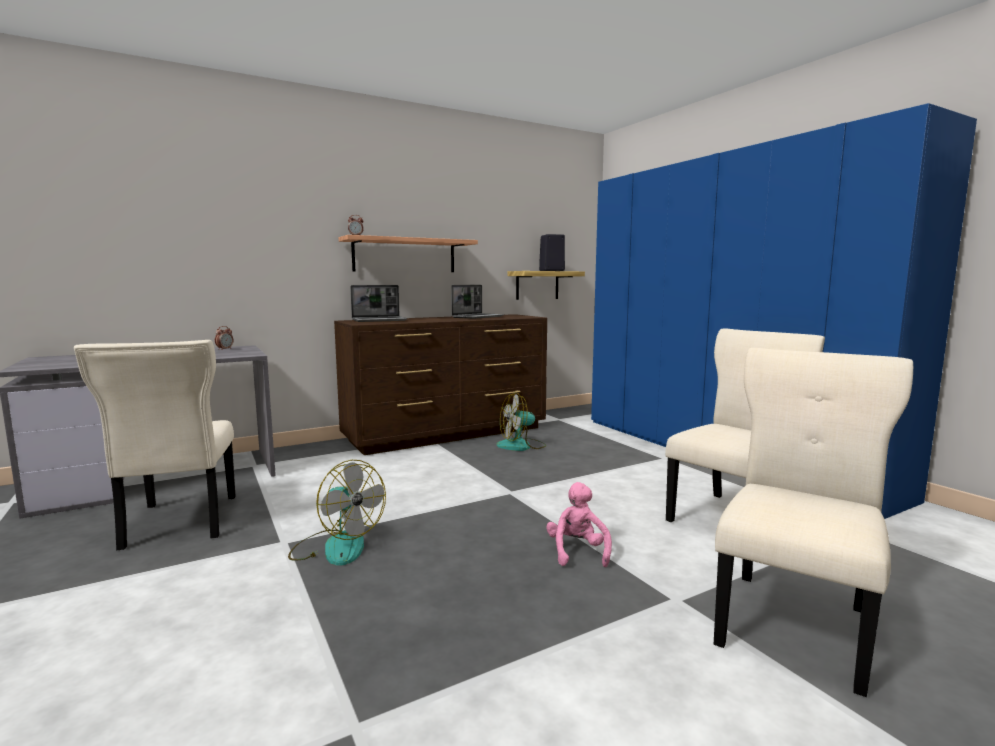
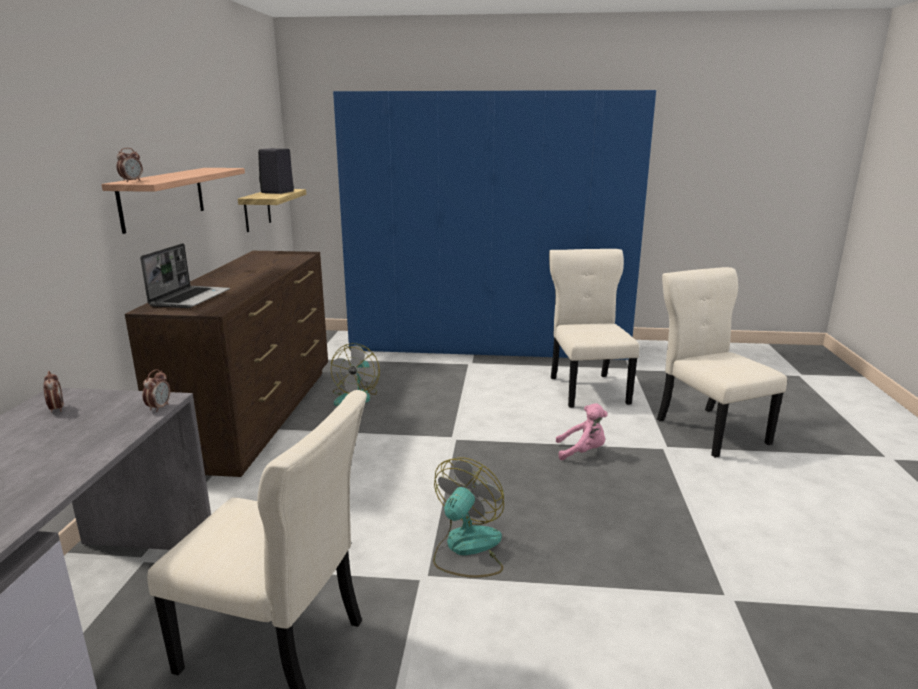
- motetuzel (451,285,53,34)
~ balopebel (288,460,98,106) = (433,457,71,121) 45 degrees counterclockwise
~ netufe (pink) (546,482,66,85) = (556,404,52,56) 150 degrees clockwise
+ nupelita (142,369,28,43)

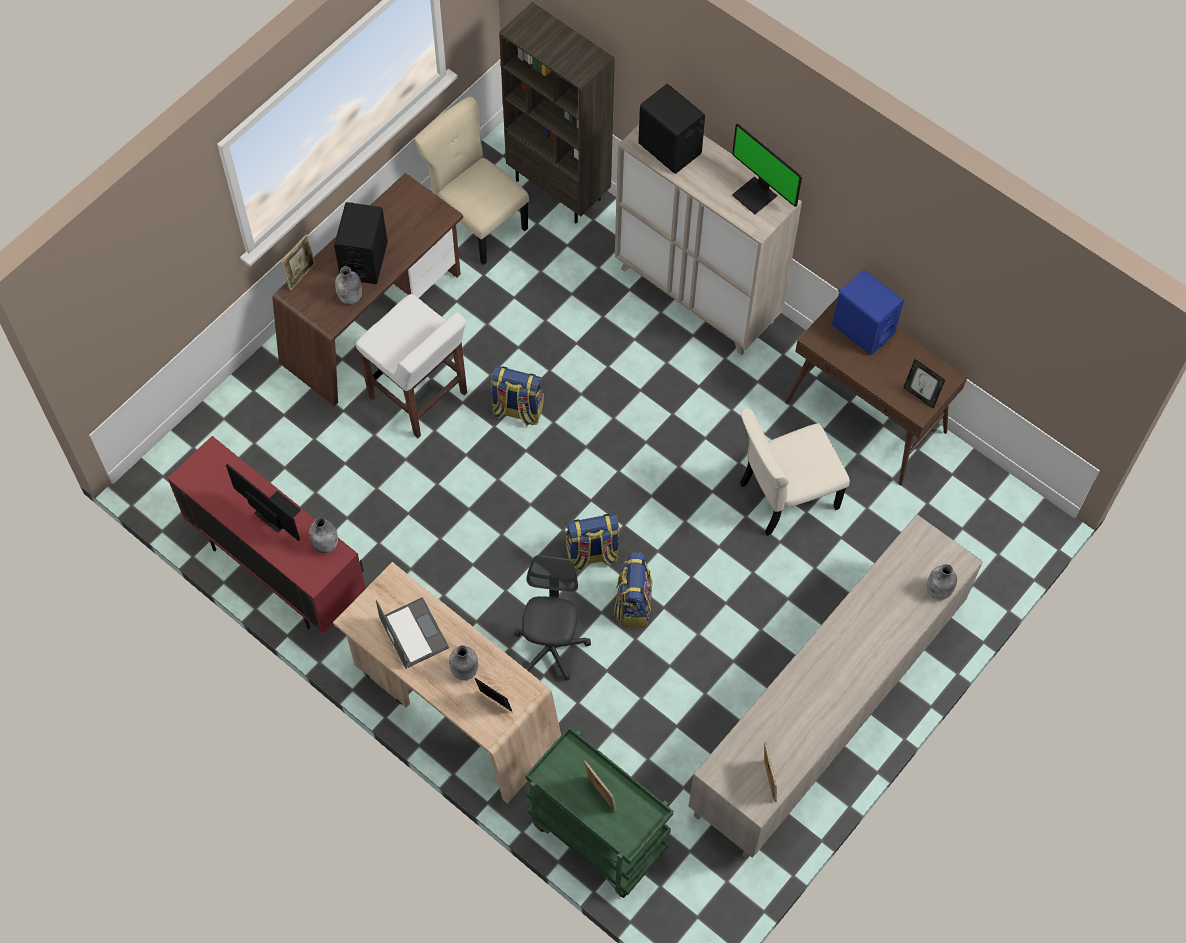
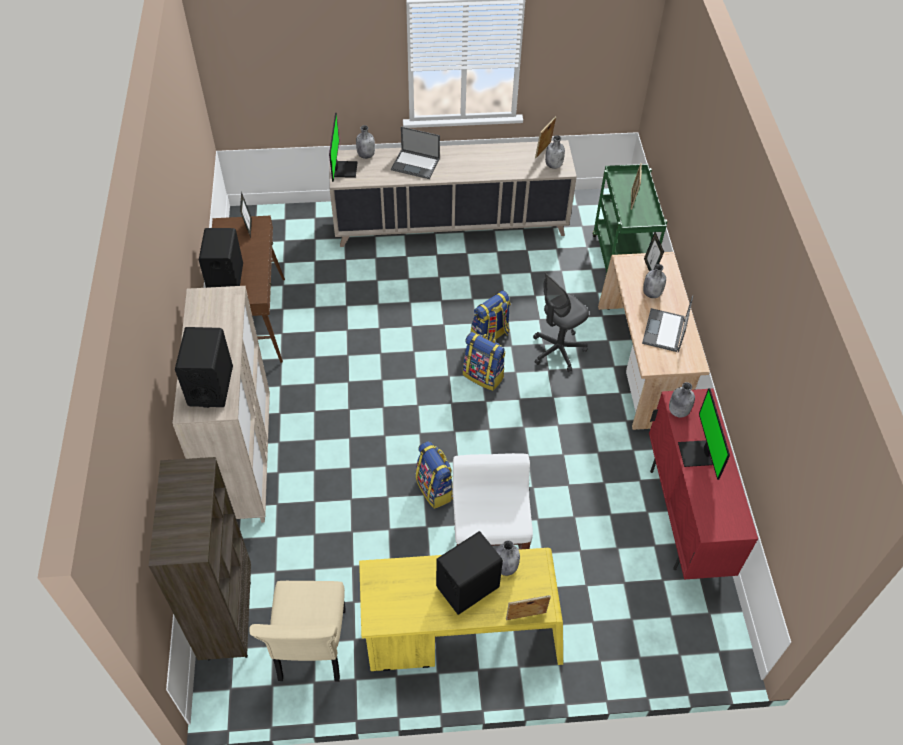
~ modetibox (732,124,70,90) to (329,113,29,69)
~ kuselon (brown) (272,173,191,233) to kuselon (yellow) (359,548,204,123)
~ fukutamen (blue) (832,269,72,86) to fukutamen (black) (199,228,44,60)
- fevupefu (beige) (740,408,110,128)
+ motetuzel (391,127,49,52)
+ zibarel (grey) (545,135,20,34)

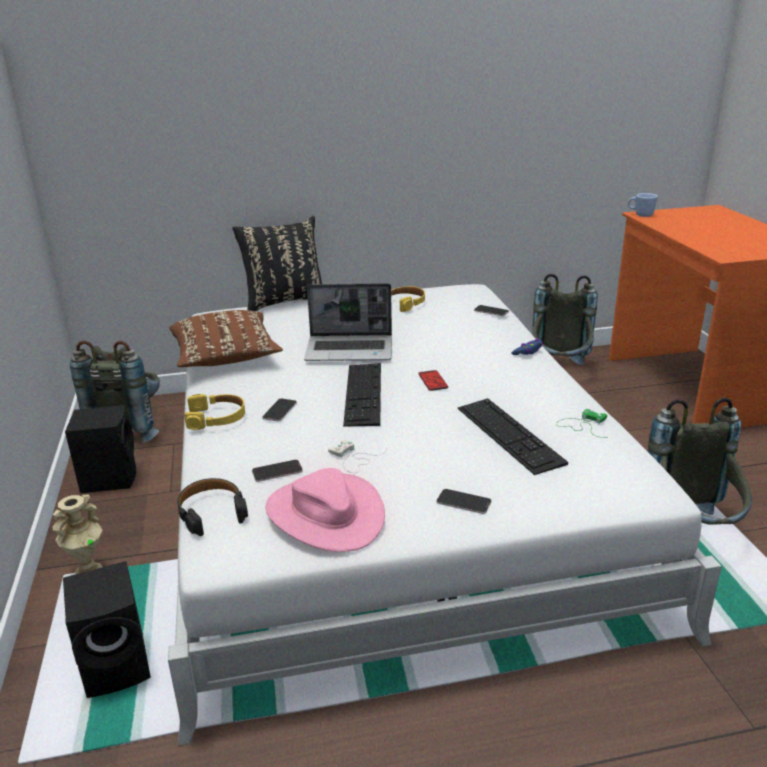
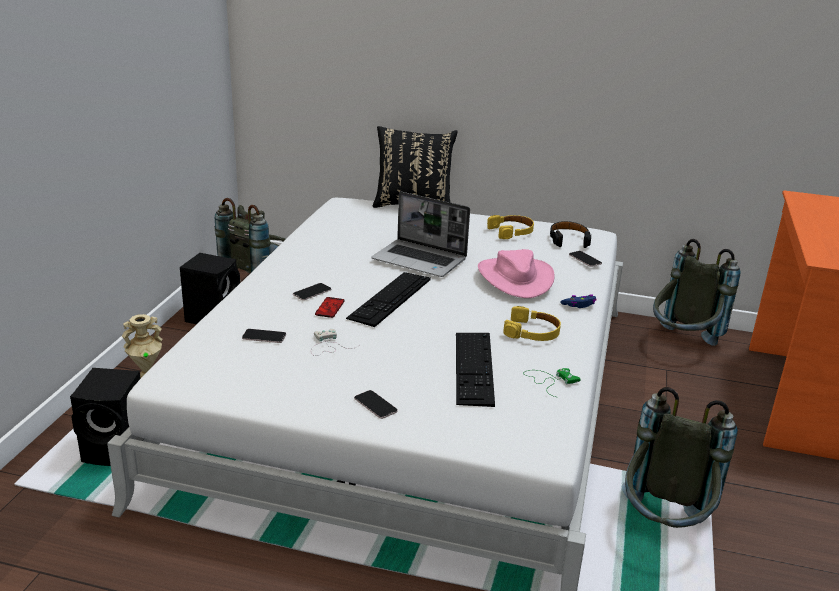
- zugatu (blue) (628,193,30,24)
- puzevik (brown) (169,310,114,57)
~ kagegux (418,370,30,21) to (315,297,30,21)
~ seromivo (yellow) (184,394,61,36) to (504,306,57,35)
~ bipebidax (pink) (266,468,119,84) to (478,249,77,49)
~ seromivo (black) (177,478,71,58) to (550,221,41,27)

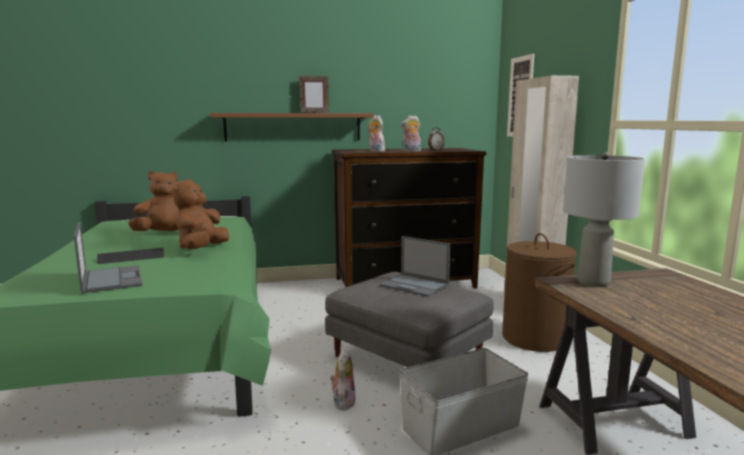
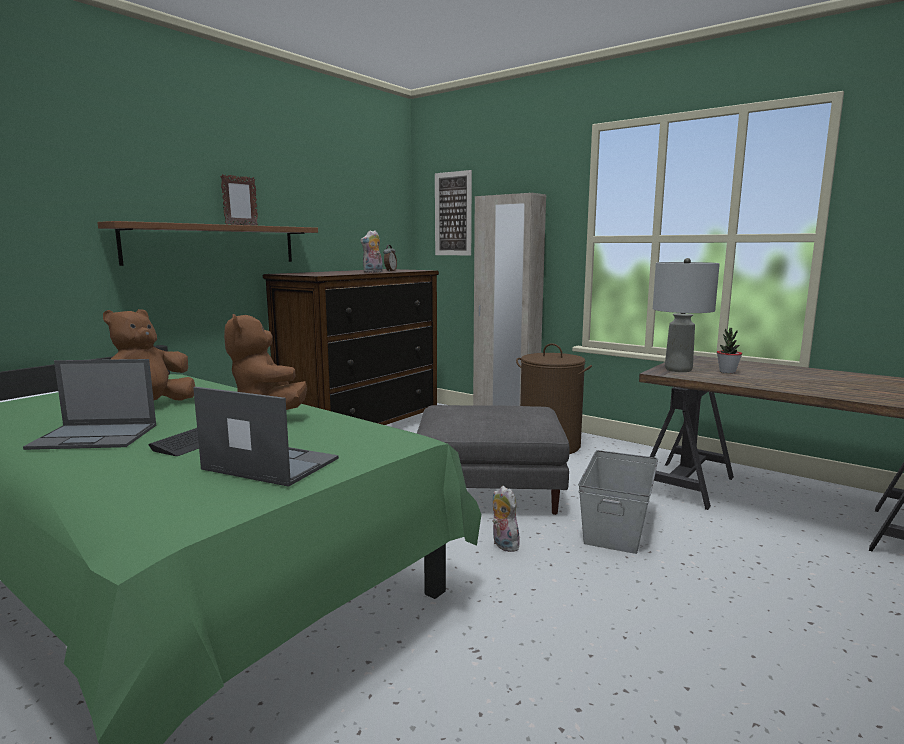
- netufe (368,115,17,37)
~ motetuzel (380,236,70,61) to (23,359,133,91)
+ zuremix (717,328,25,46)

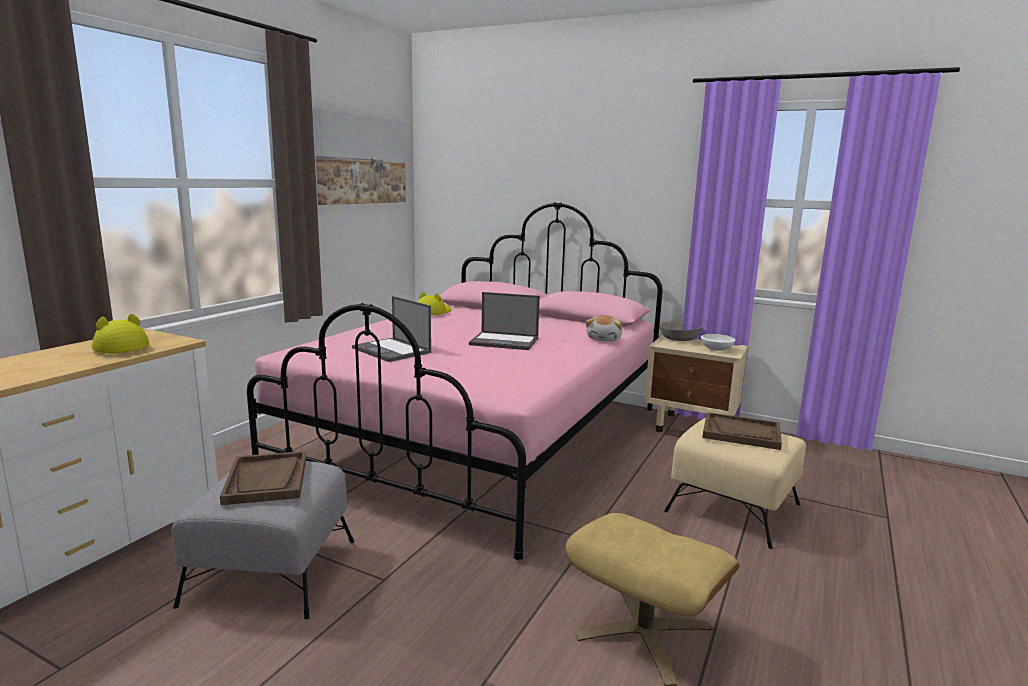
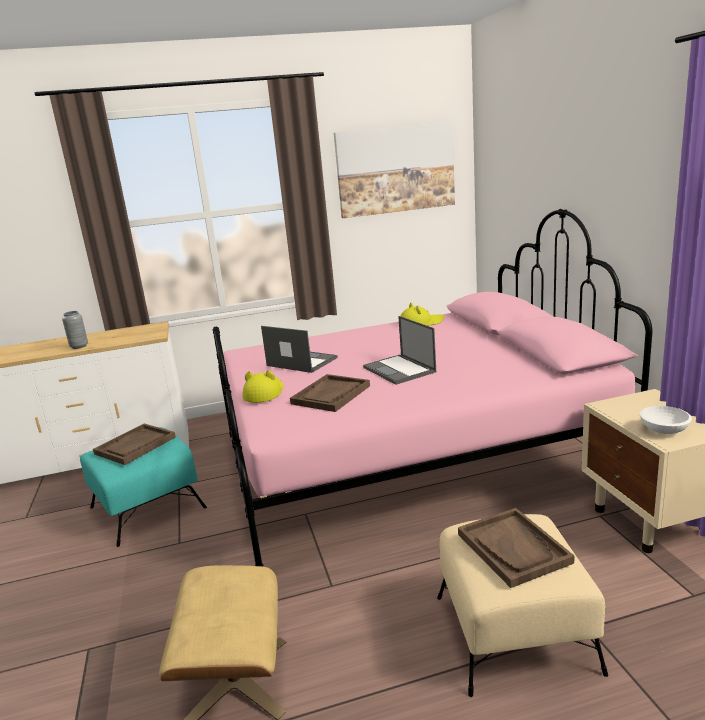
~ motetuzel (352,296,79,66) = (261,326,77,47) 120 degrees clockwise
~ bipebidax (yellow) (91,314,58,39) to (243,370,40,33)
- netufe (586,315,36,27)
- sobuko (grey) (659,321,43,20)
~ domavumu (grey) (172,461,182,159) to domavumu (turquoise) (80,427,127,120)
+ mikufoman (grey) (62,311,26,38)
+ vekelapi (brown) (290,374,80,38)

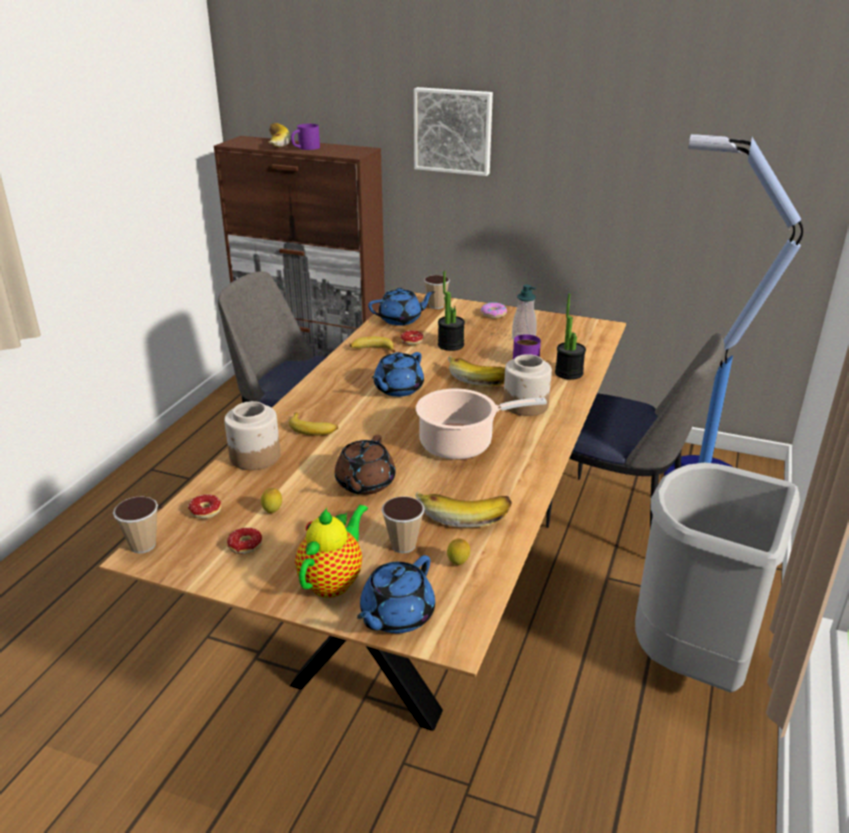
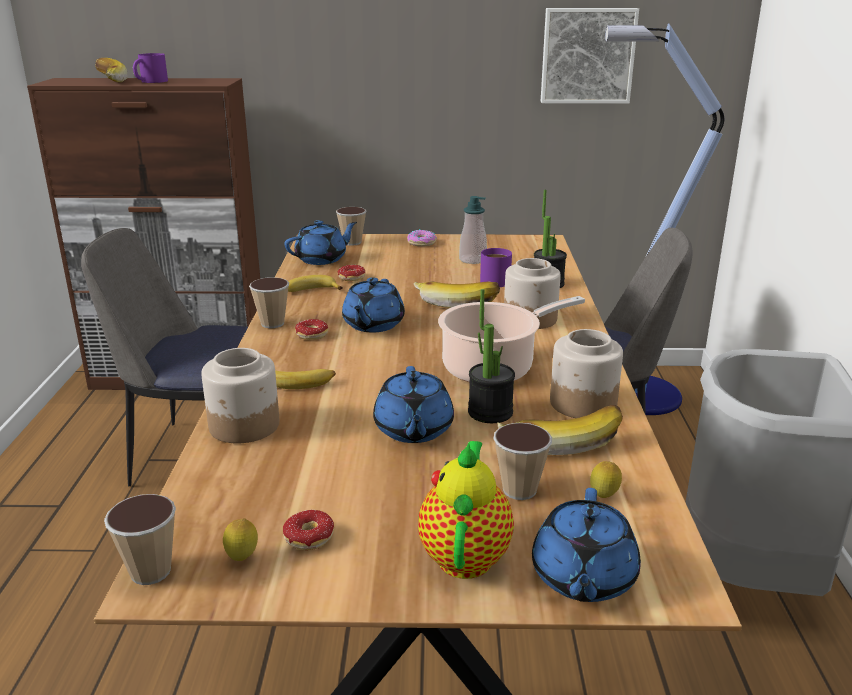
~ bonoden (414,87,79,89) to (541,8,98,96)
~ zuremix (438,271,27,80) to (468,289,47,134)
~ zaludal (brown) (335,435,60,60) to zaludal (blue) (373,366,81,77)
~ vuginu (261,488,21,25) to (223,518,35,43)
~ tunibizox (188,494,34,25) to (295,319,34,21)
+ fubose (249,277,40,51)
+ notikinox (550,329,73,89)

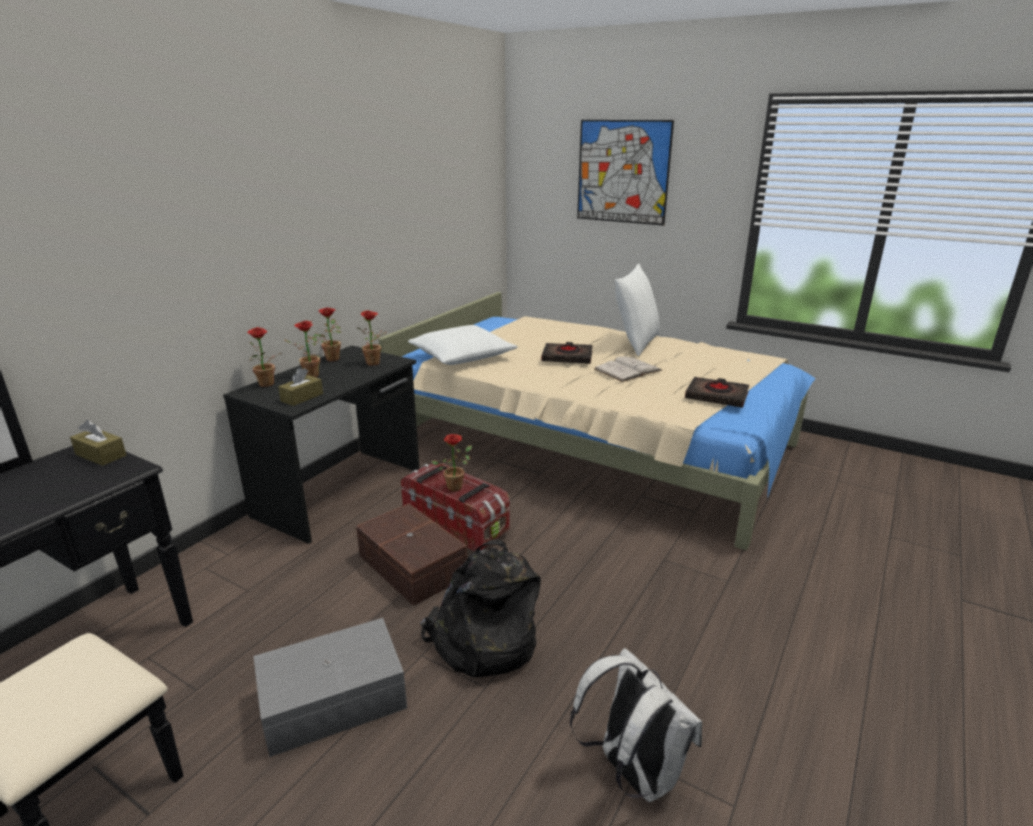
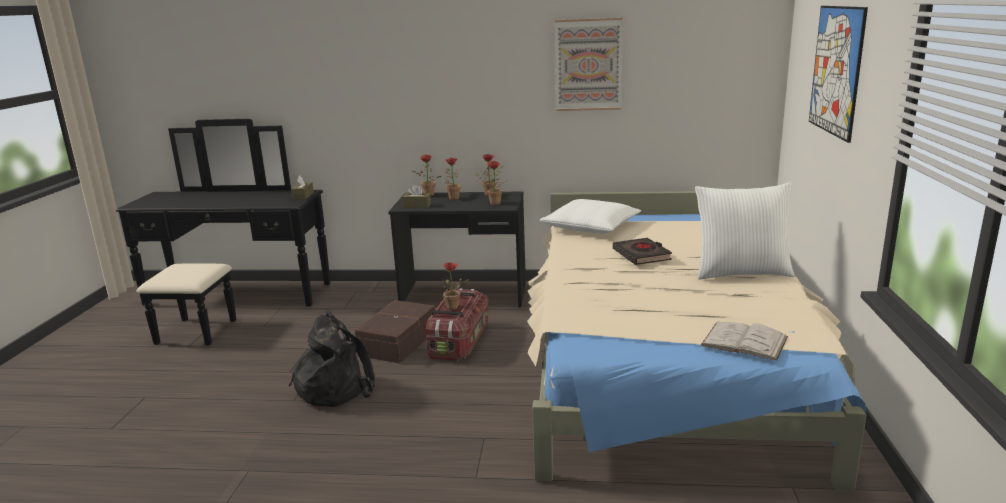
~ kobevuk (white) (594,356,69,26) to (701,322,87,39)
- kobevuk (black) (685,377,64,31)
- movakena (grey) (253,618,154,139)
- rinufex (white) (570,648,132,154)
+ bonoden (555,18,68,93)

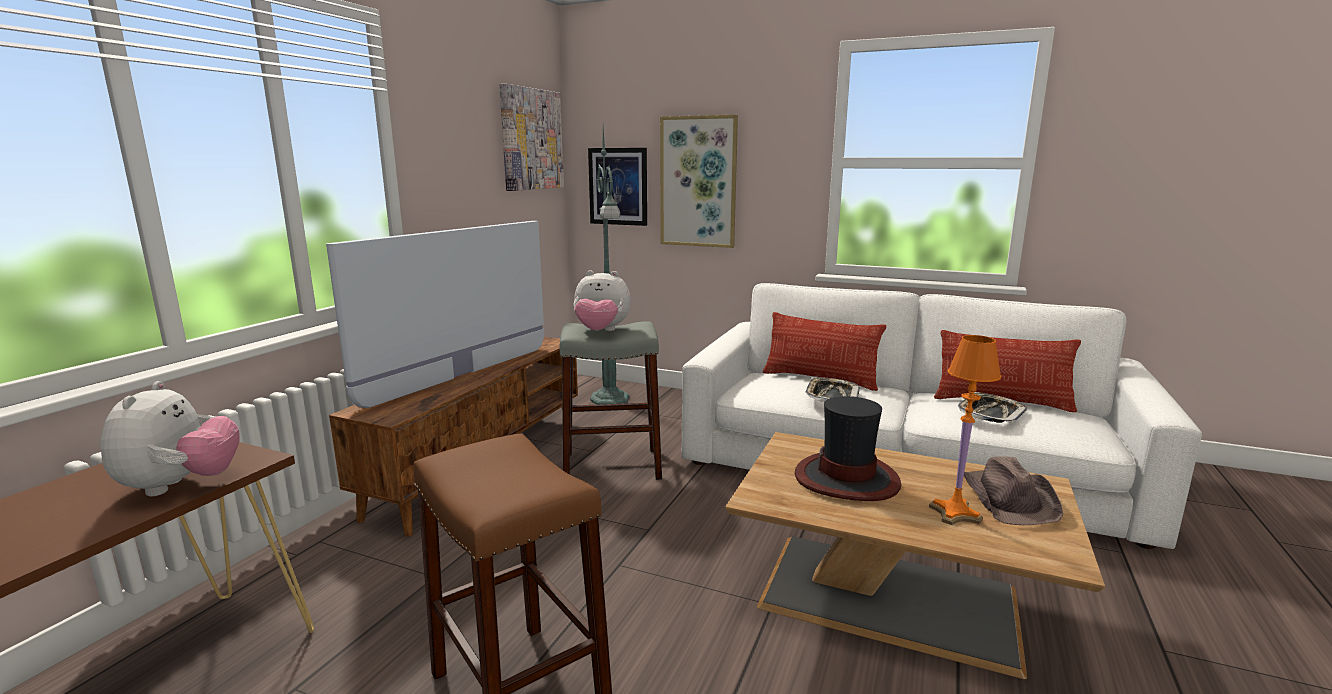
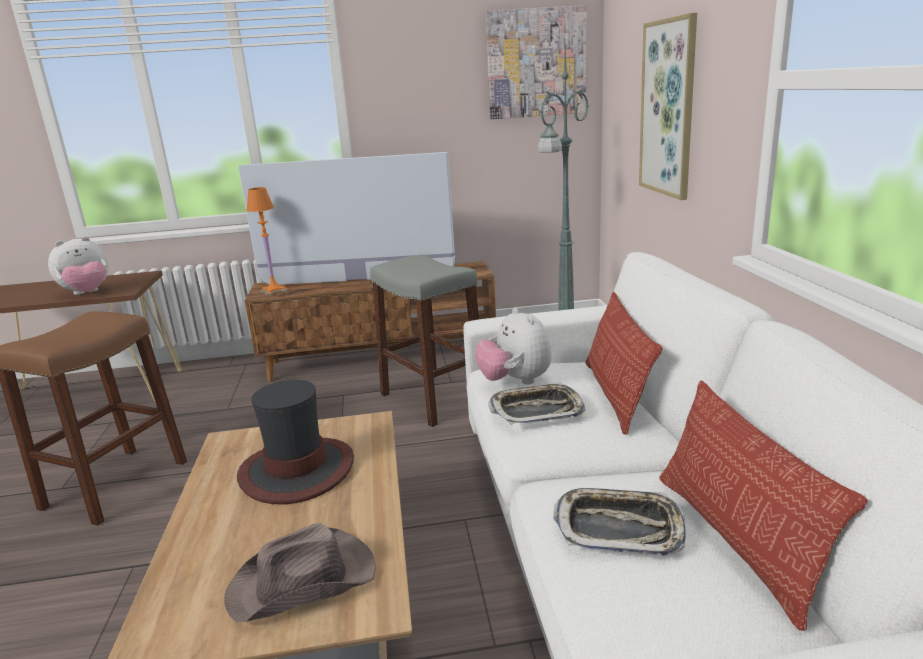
- bonoden (588,148,59,78)
~ netufe (574,270,57,61) to (475,308,77,76)
~ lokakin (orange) (929,335,72,190) to (246,187,43,109)

